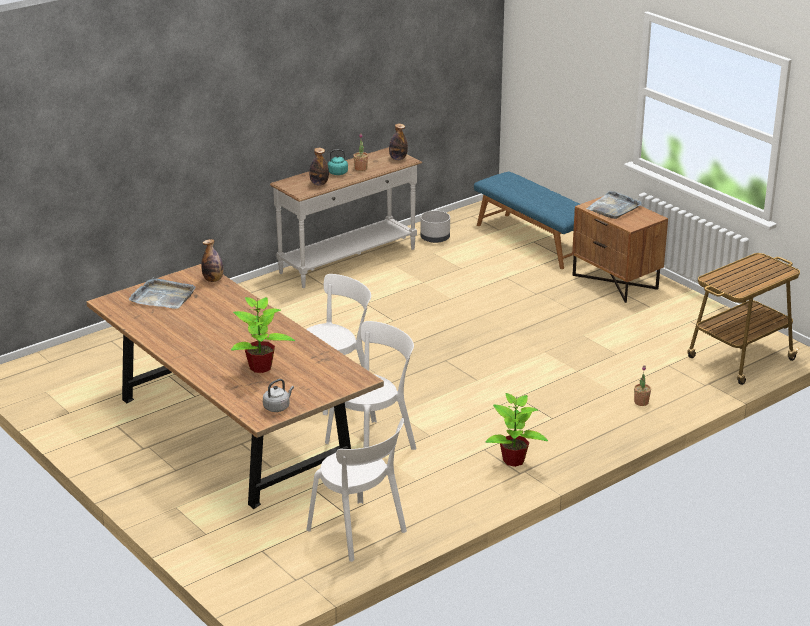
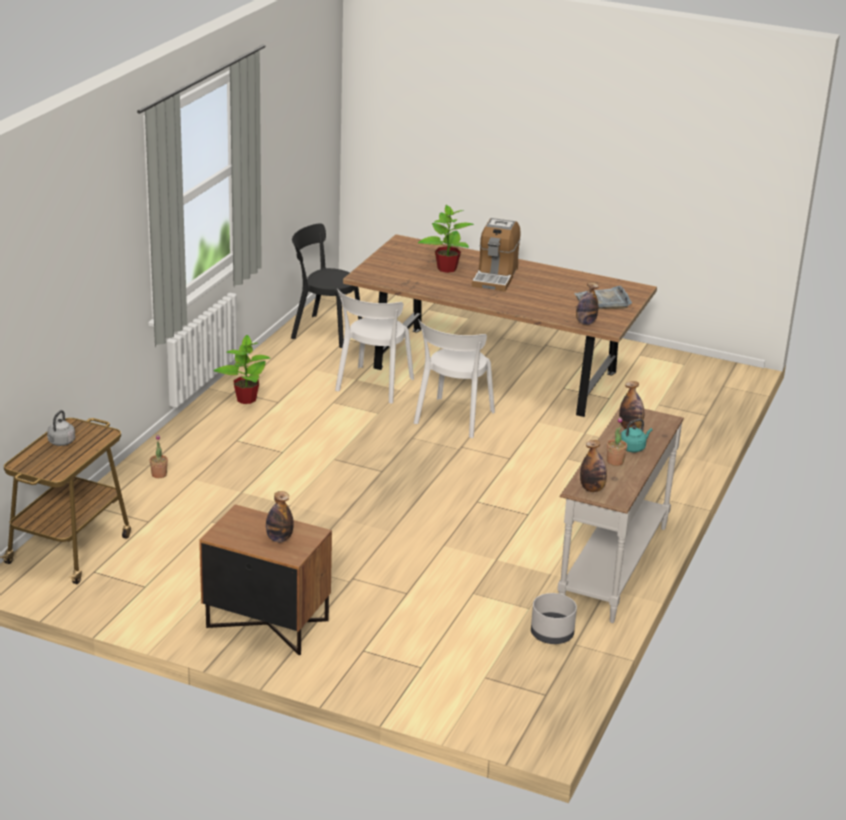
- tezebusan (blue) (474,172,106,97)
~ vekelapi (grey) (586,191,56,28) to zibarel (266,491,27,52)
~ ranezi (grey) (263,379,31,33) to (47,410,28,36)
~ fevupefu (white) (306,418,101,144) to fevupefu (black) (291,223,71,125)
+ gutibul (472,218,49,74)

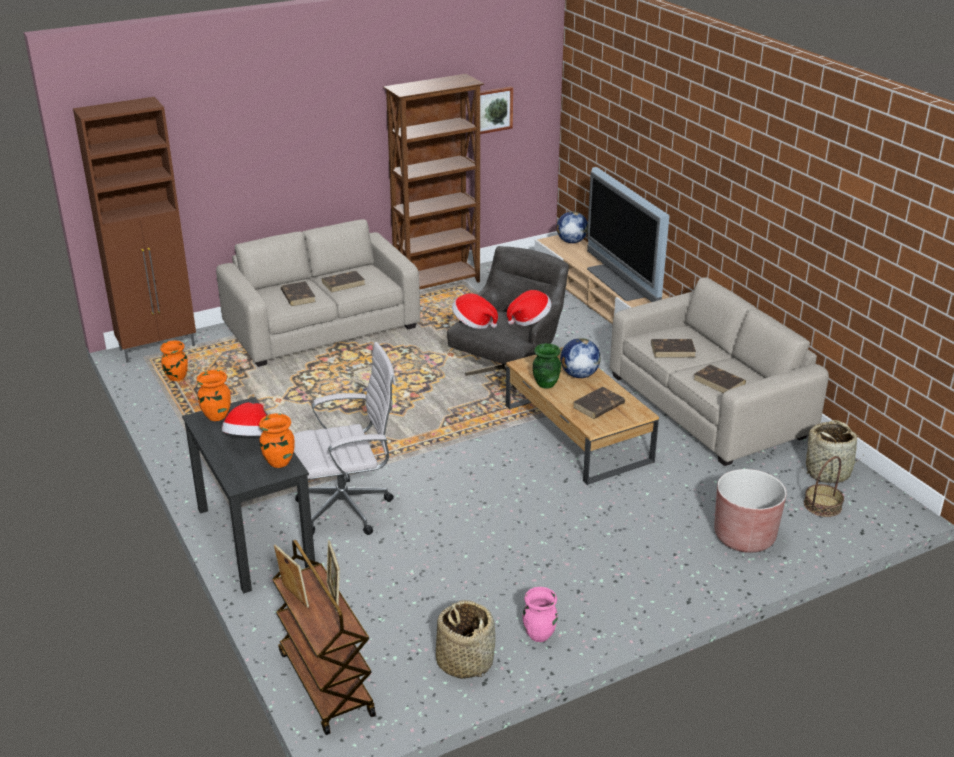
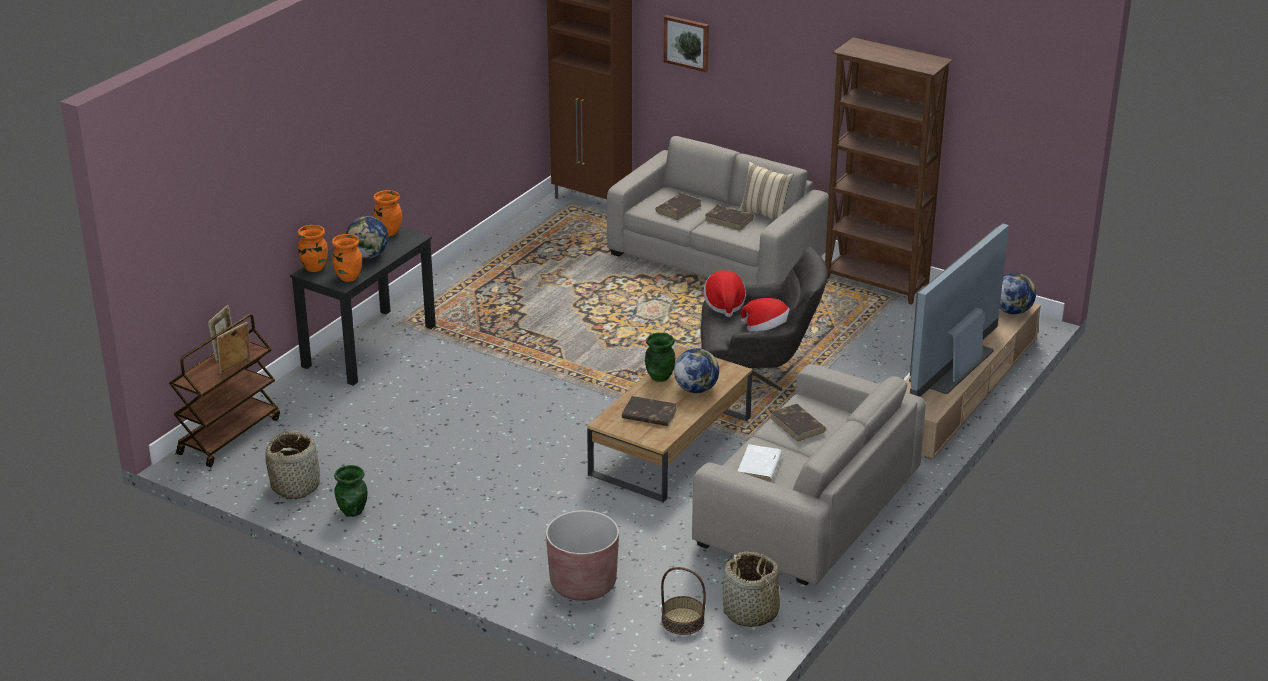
~ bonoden (474,86,39,48) to (664,15,45,57)
~ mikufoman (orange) (160,340,28,41) to (297,225,31,47)
- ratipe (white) (293,342,103,193)
~ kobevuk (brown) (693,364,53,29) to kobevuk (white) (738,444,44,38)
~ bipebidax (222,402,45,34) to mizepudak (346,216,42,43)
~ mikufoman (pink) (522,587,36,55) to mikufoman (green) (334,465,33,52)
+ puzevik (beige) (738,162,56,58)

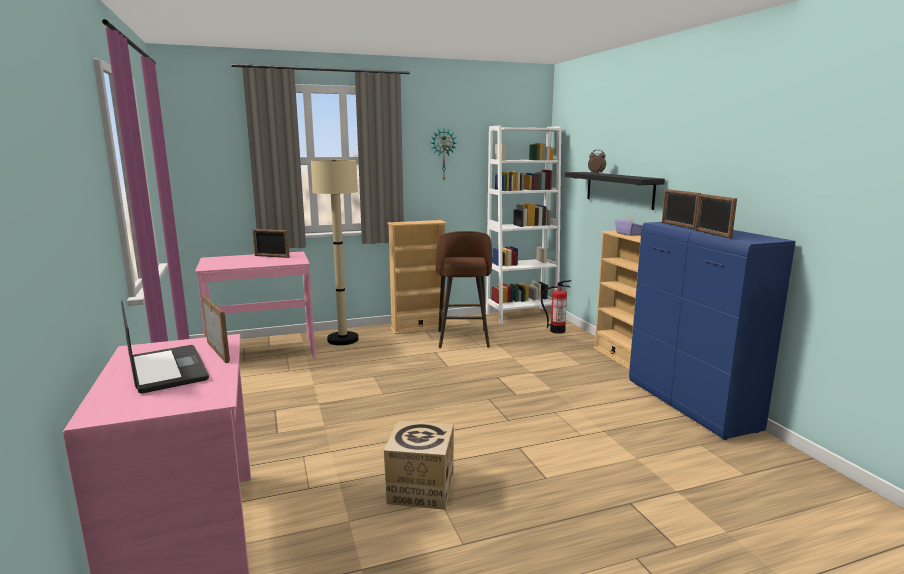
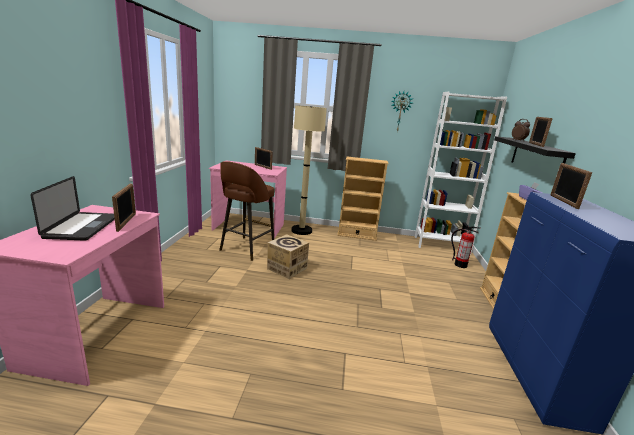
~ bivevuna (695,194,42,45) to (529,117,24,30)
~ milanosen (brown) (436,231,56,117) to (219,161,55,100)
~ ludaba (384,421,70,89) to (267,234,42,45)

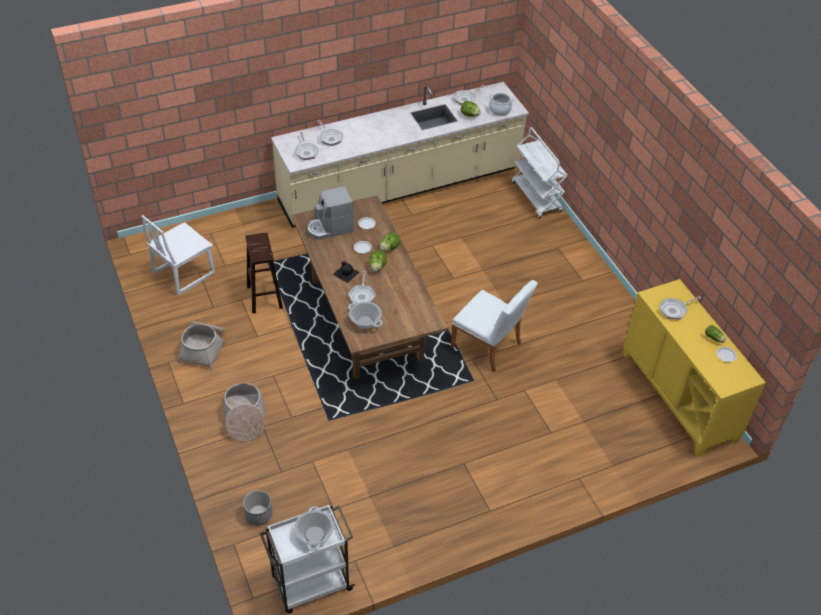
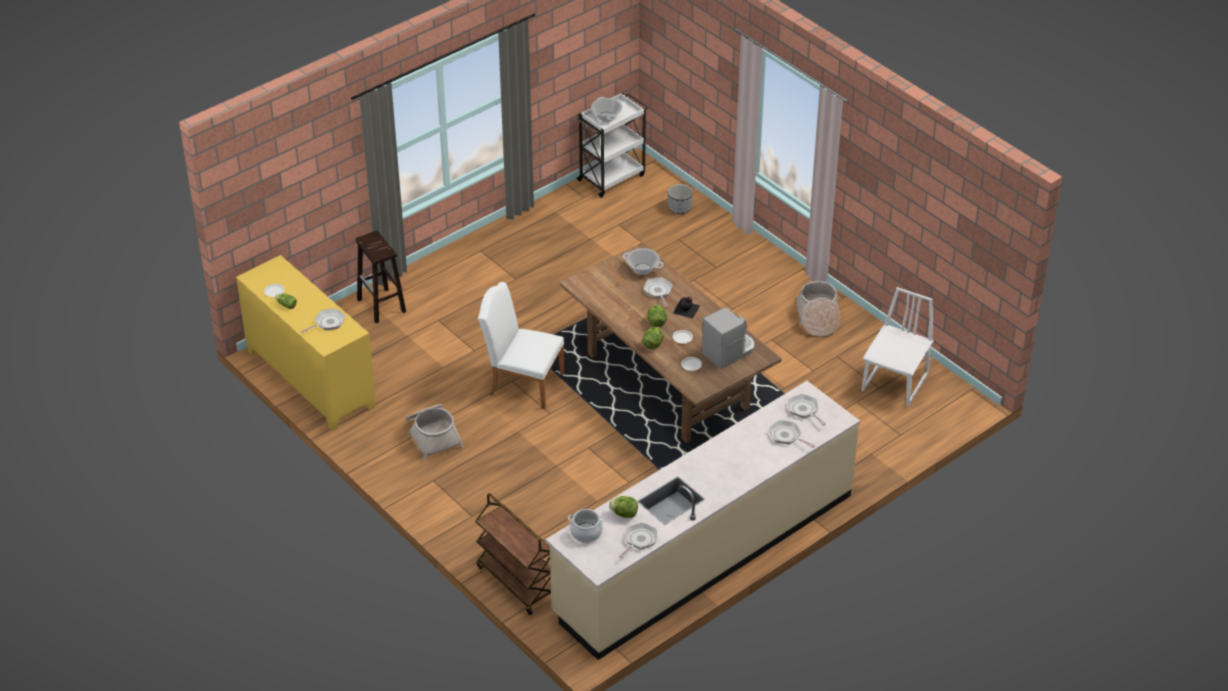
~ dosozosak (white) (511,127,57,91) to dosozosak (brown) (475,493,76,122)
~ milanosen (brown) (245,232,38,81) to (356,231,50,92)
~ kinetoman (223,383,43,58) to (405,404,59,57)

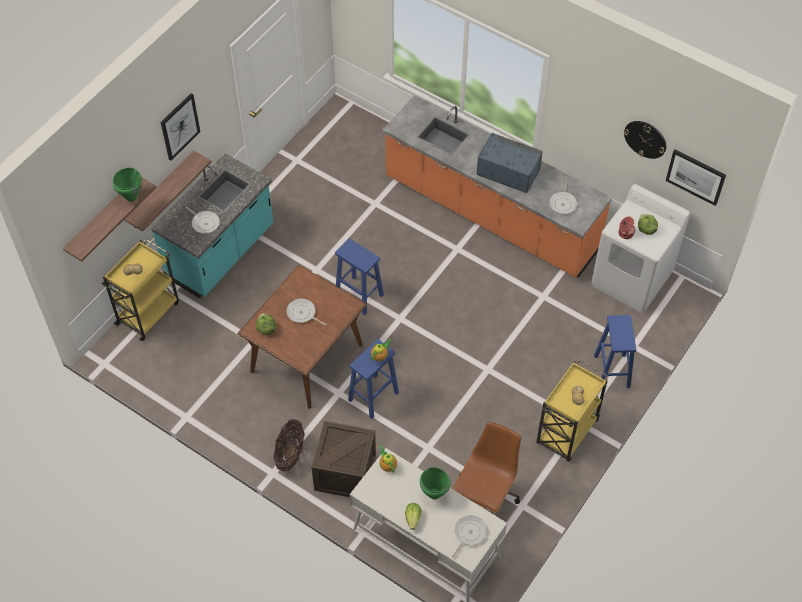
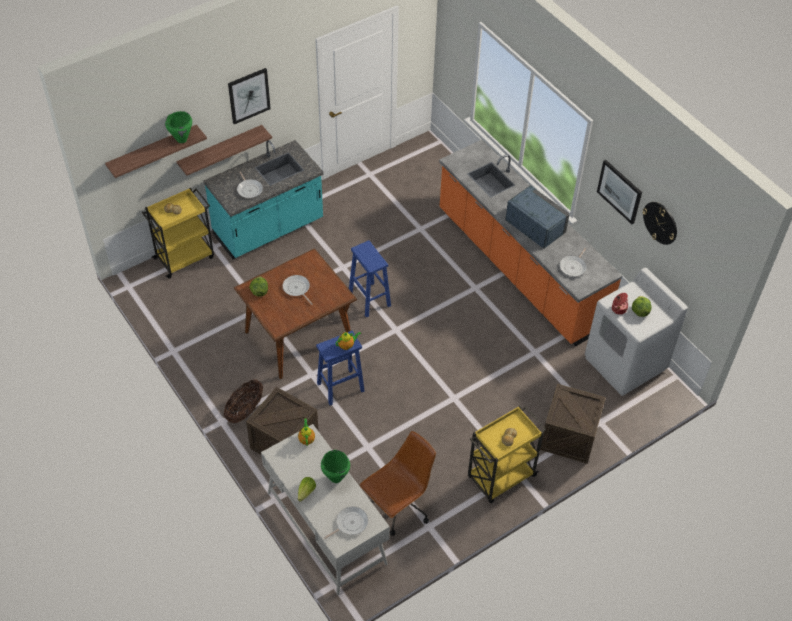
~ bonoden (666,150,60,56) to (597,160,45,64)
~ milanosen (blue) (594,315,42,73) to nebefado (540,384,66,80)

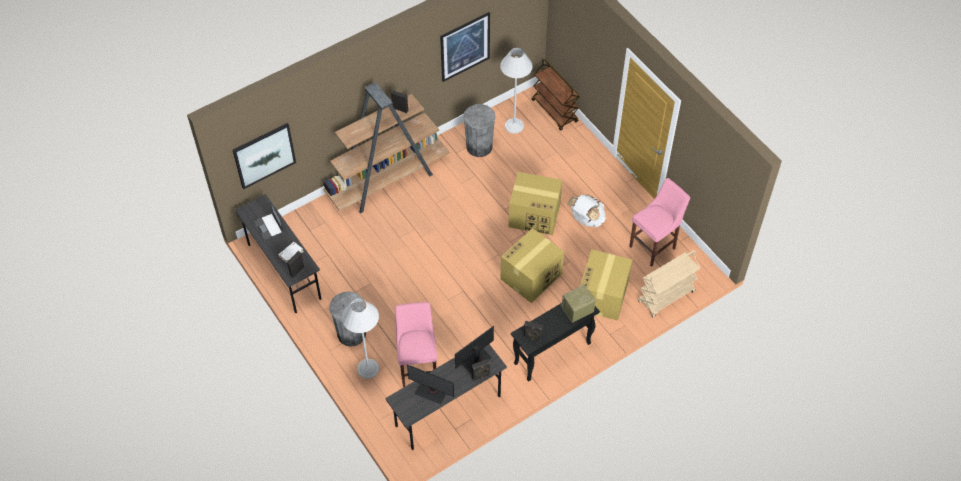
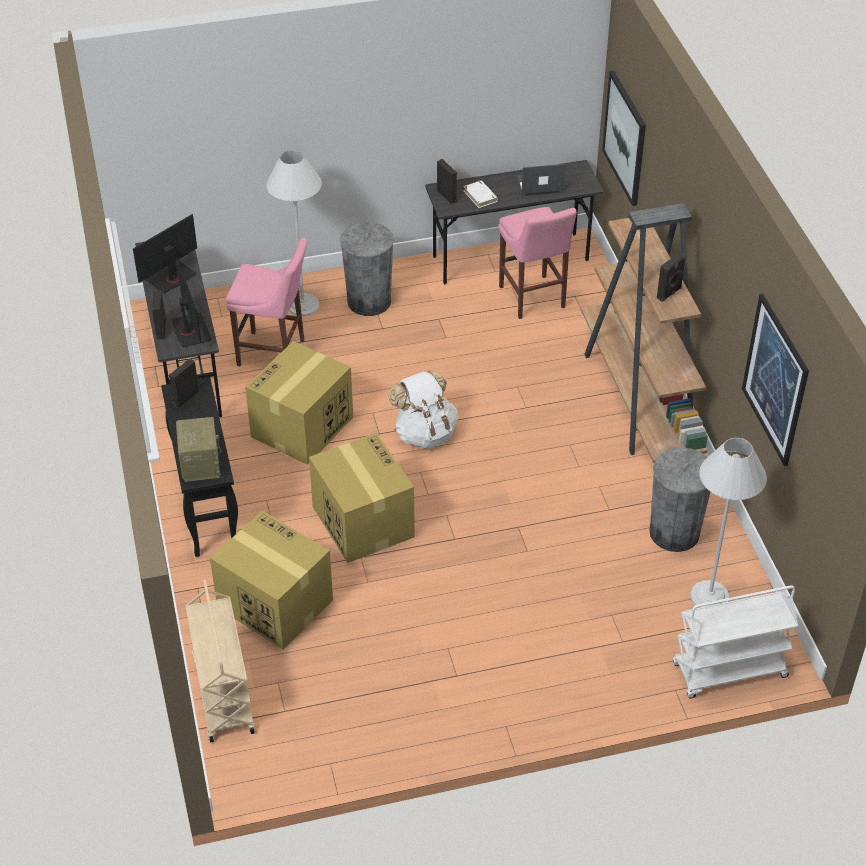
~ dosozosak (brown) (532,59,48,72) to dosozosak (white) (672,585,126,114)
~ ludaba (509,172,53,64) to (245,341,108,124)
~ milanosen (pink) (629,178,61,89) to (498,207,79,112)
~ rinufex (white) (568,194,38,33) to (389,370,69,79)

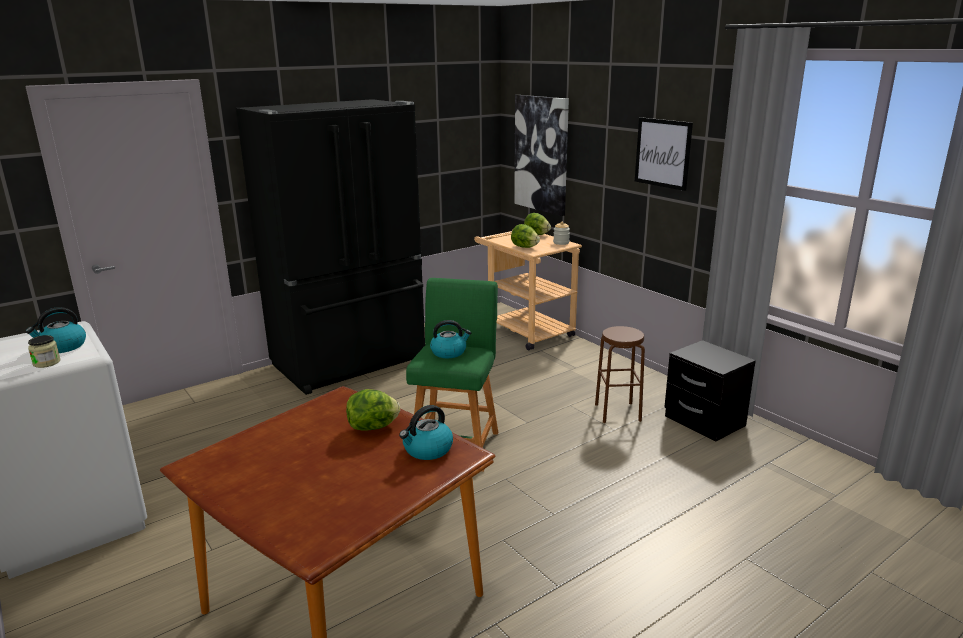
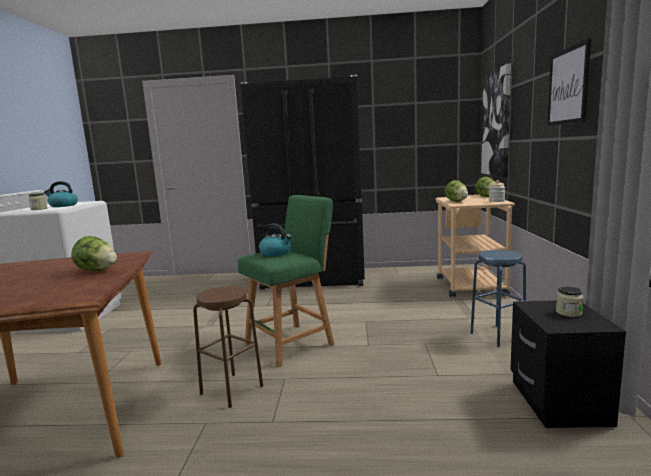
~ milanosen (brown) (595,326,50,97) to (193,286,70,122)
- ranezi (399,405,54,55)
+ milanosen (blue) (470,250,56,97)
+ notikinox (556,286,27,31)

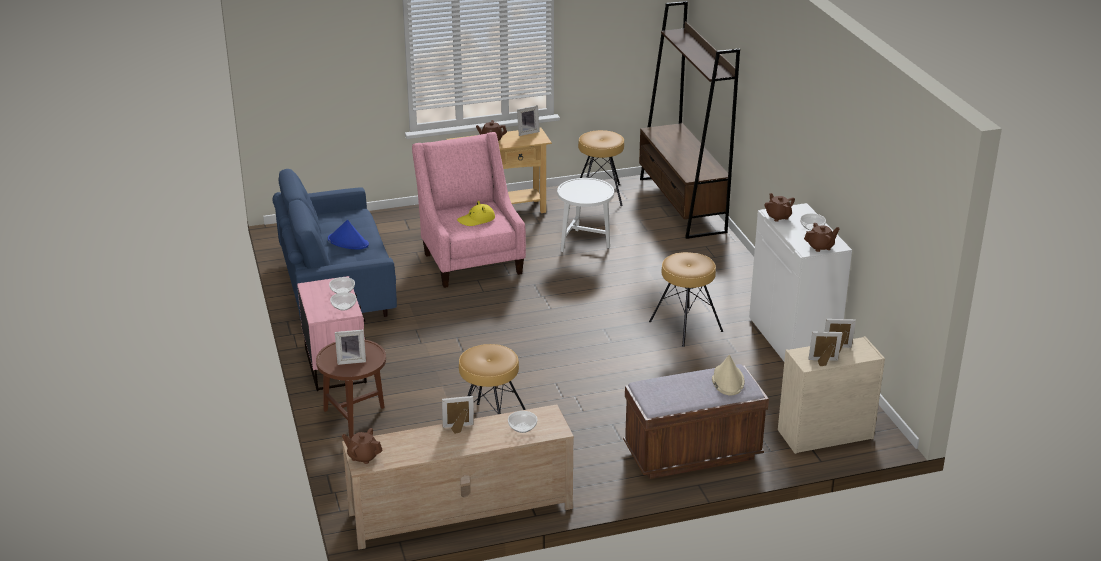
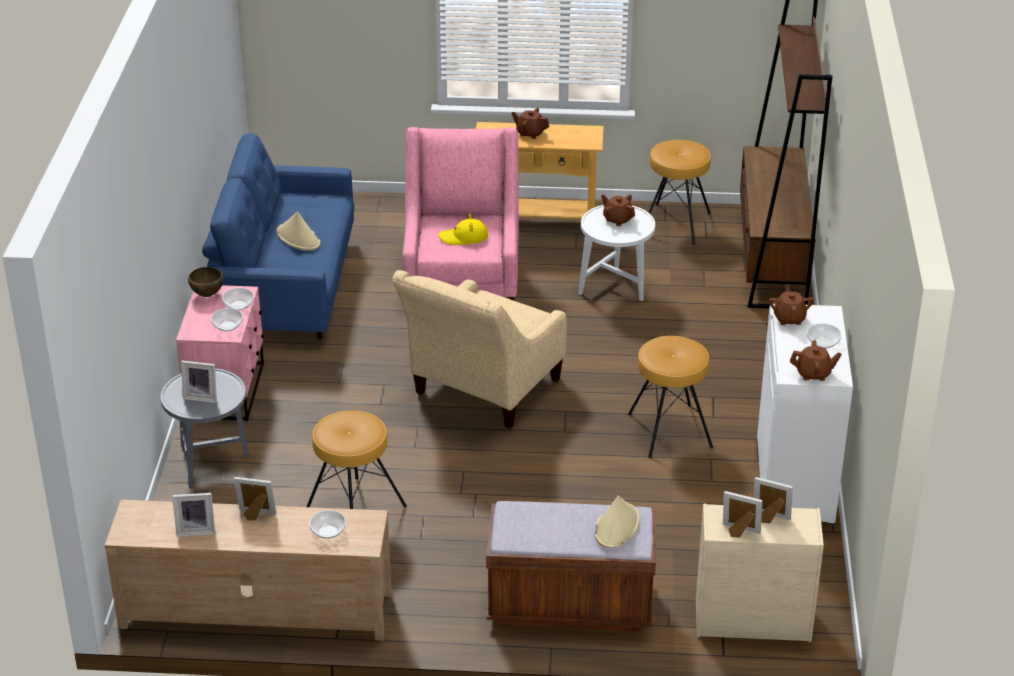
~ bivevuna (517,105,23,31) to (172,493,43,44)
~ bipebidax (blue) (328,220,41,30) to bipebidax (beige) (277,211,43,40)
~ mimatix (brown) (316,339,70,100) to mimatix (grey) (160,368,89,121)
~ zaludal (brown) (342,428,41,36) to (601,194,34,32)
+ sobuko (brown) (188,267,36,30)
+ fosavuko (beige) (392,270,175,159)

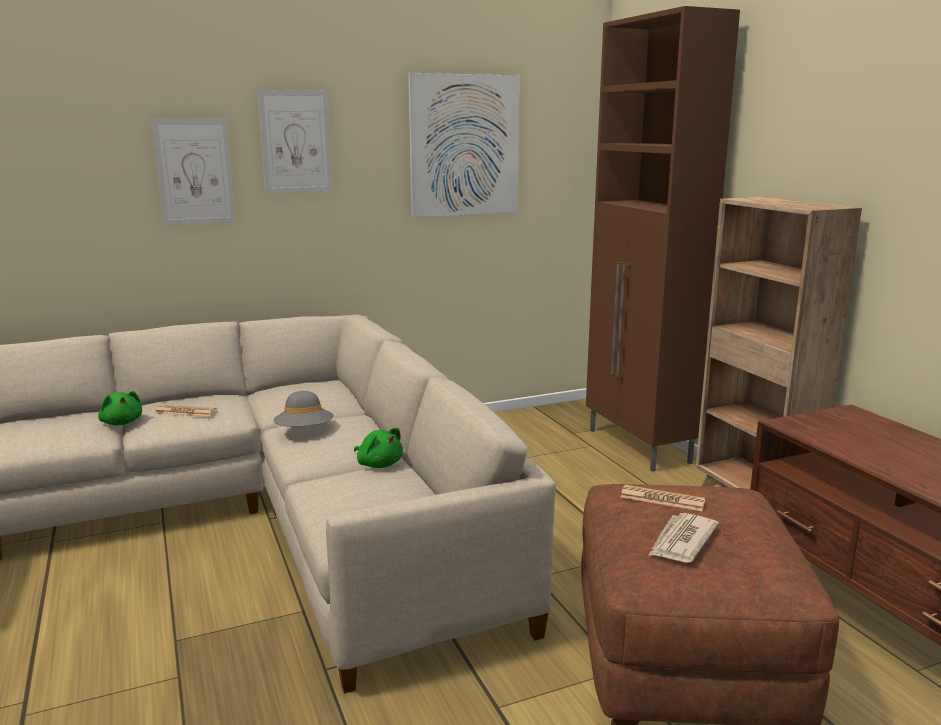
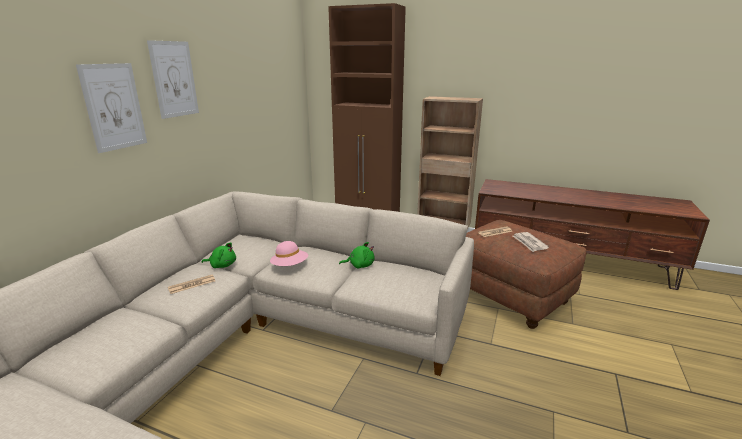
- bonoden (408,73,112,144)
~ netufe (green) (98,391,44,34) to (202,242,34,26)
~ bipebidax (grey) (274,391,59,36) to bipebidax (pink) (270,241,38,25)

